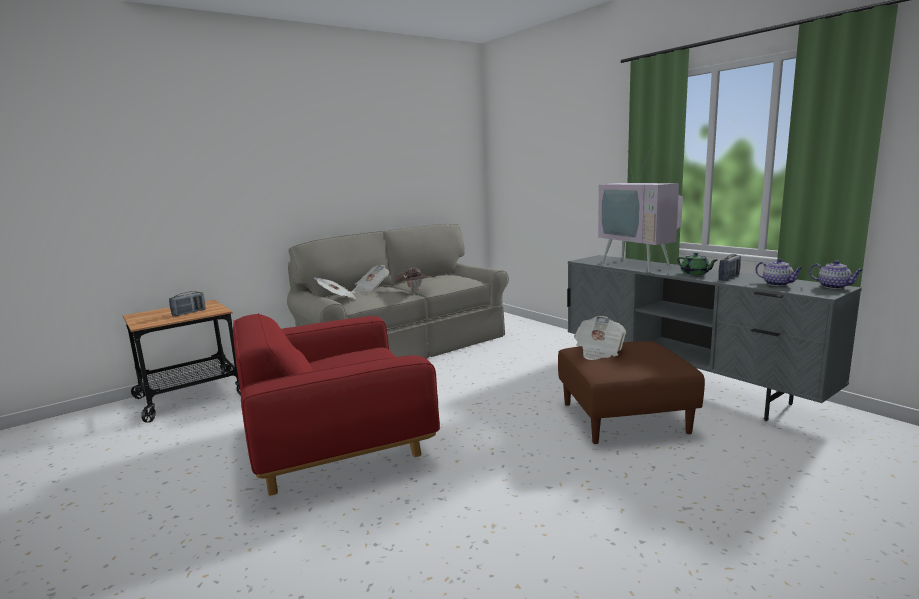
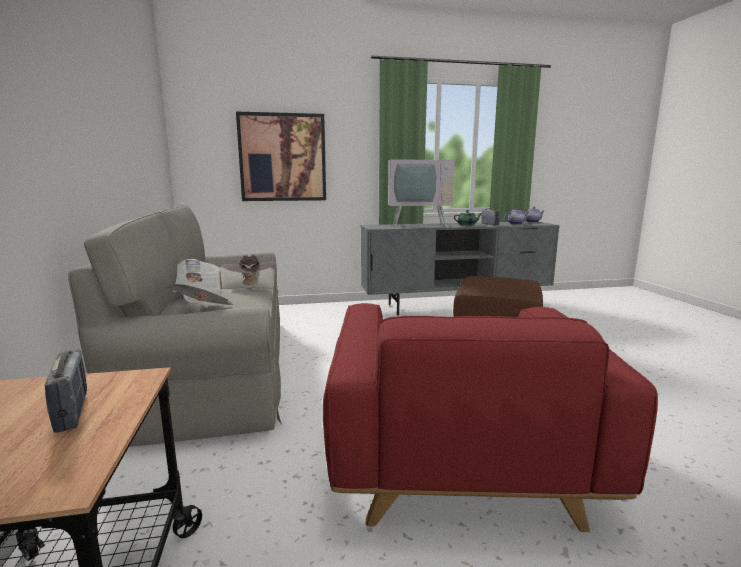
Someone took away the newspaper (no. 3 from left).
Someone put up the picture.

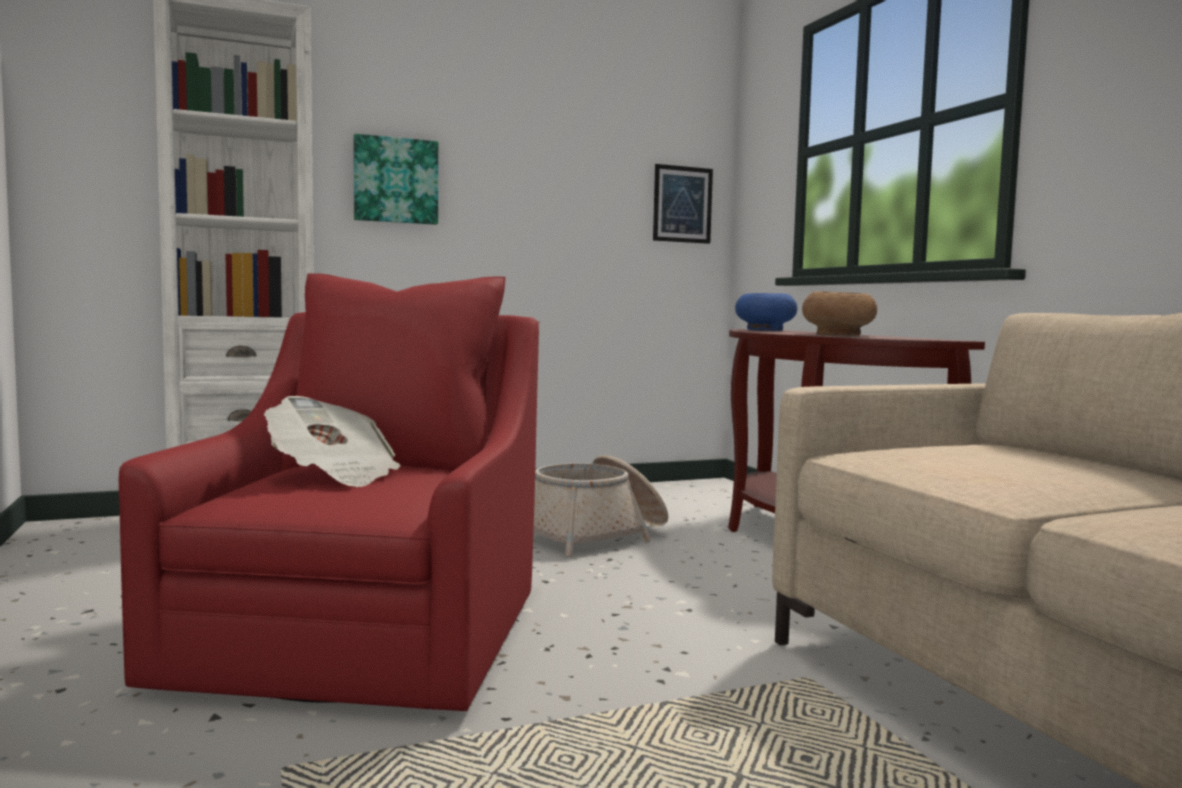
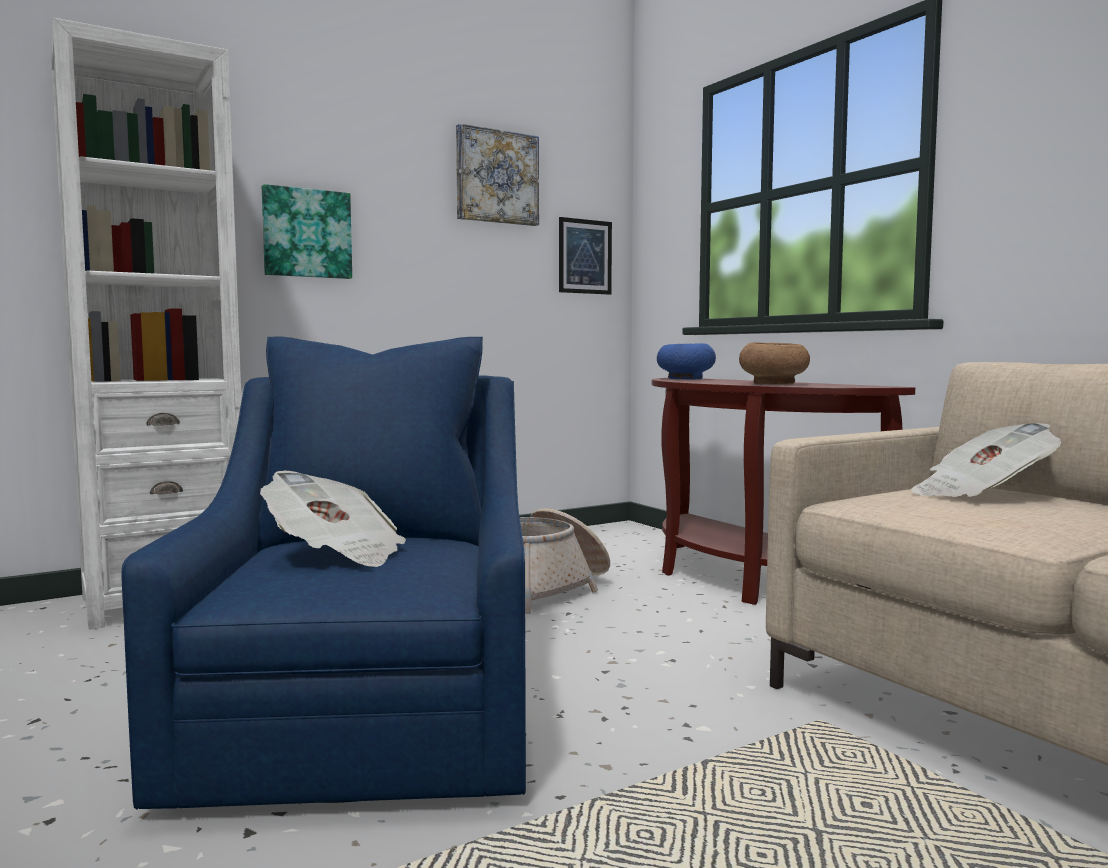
Someone put up the picture (no. 2 from left).
Someone put down the newspaper (no. 2 from left).
Someone repainted the armchair/red, which became the armchair/blue.

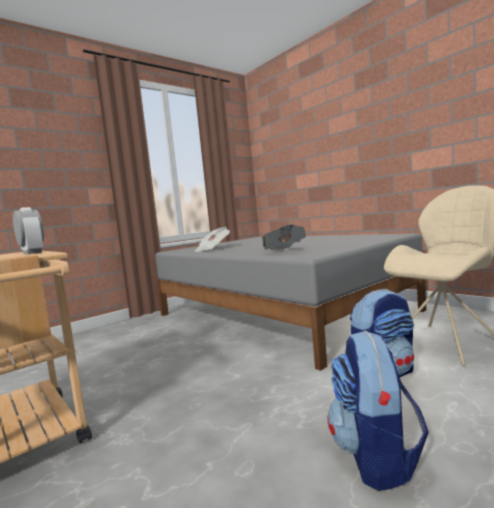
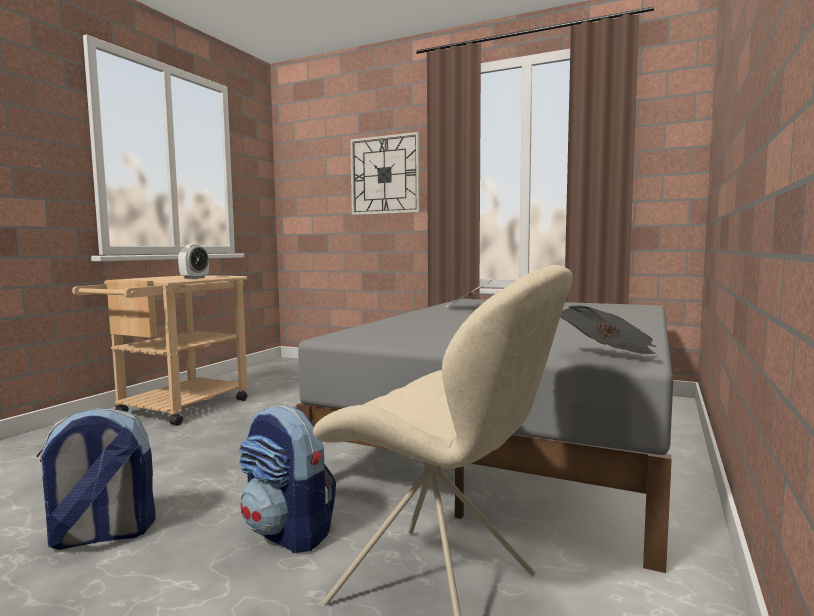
Someone put up the wall clock.
Someone carried the newspaper (no. 2 from left).

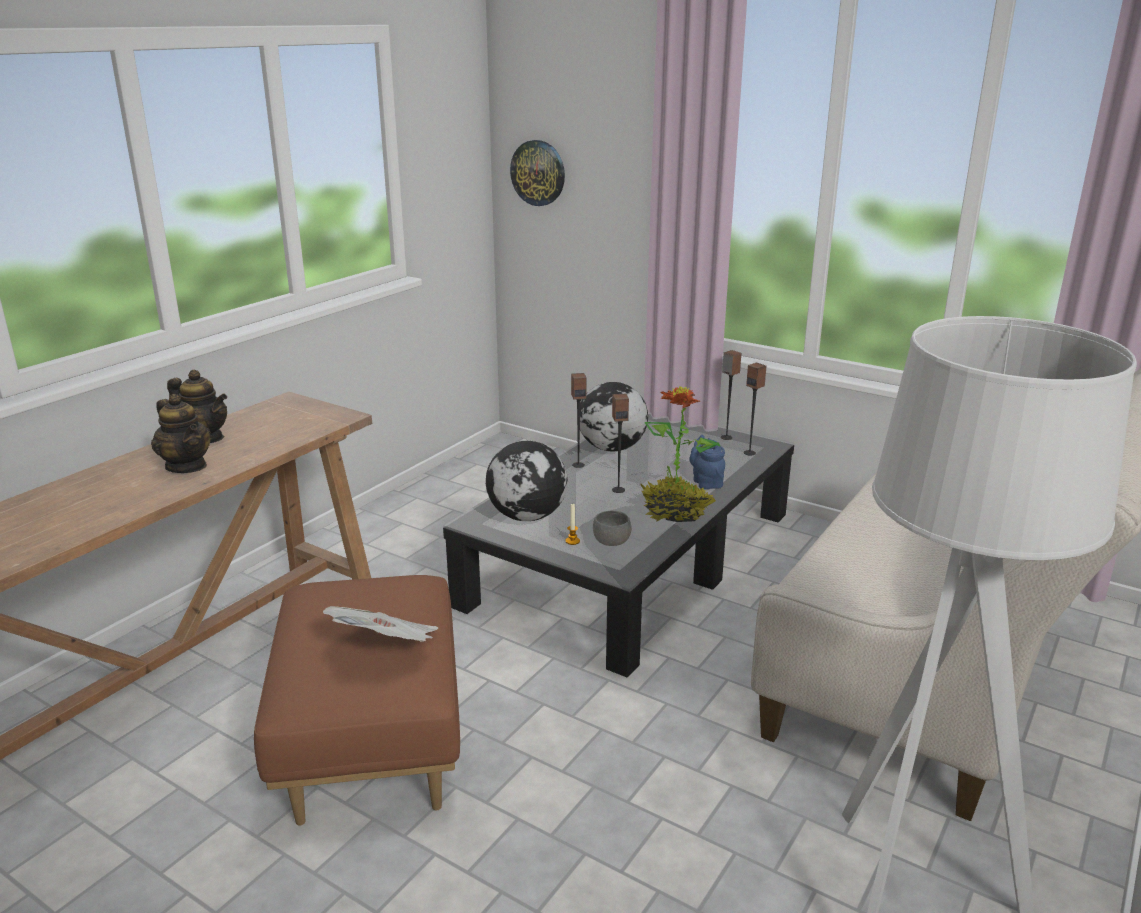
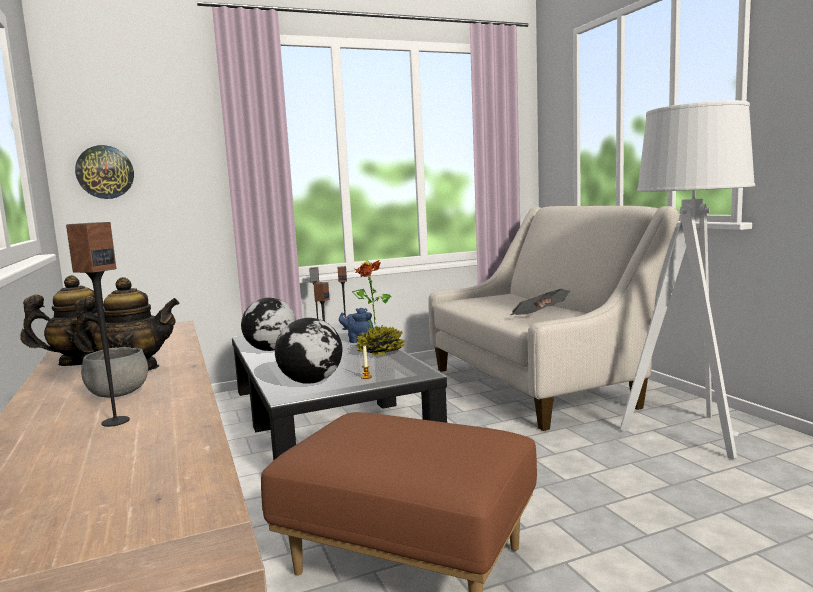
Someone carried the newspaper.
Someone carried the speaker (no. 1 from left).
Someone carried the bowl/grey.

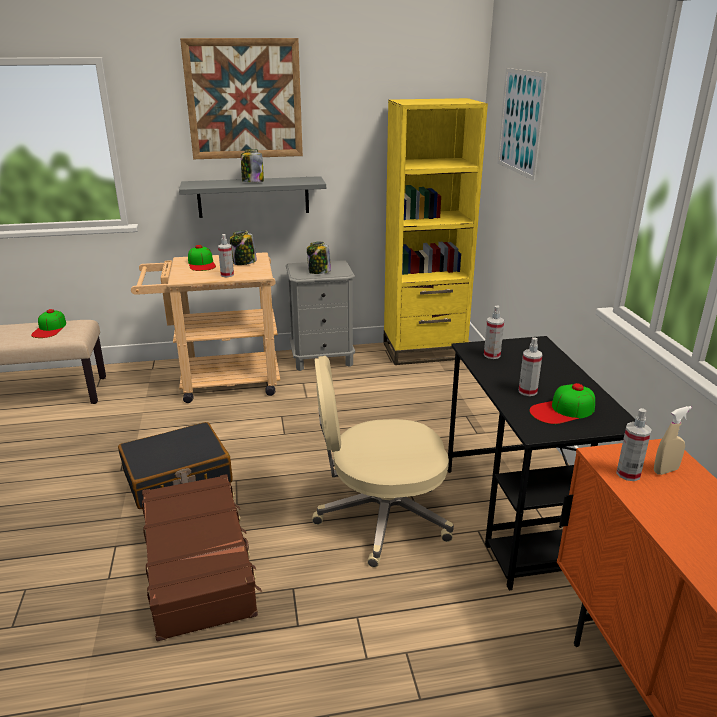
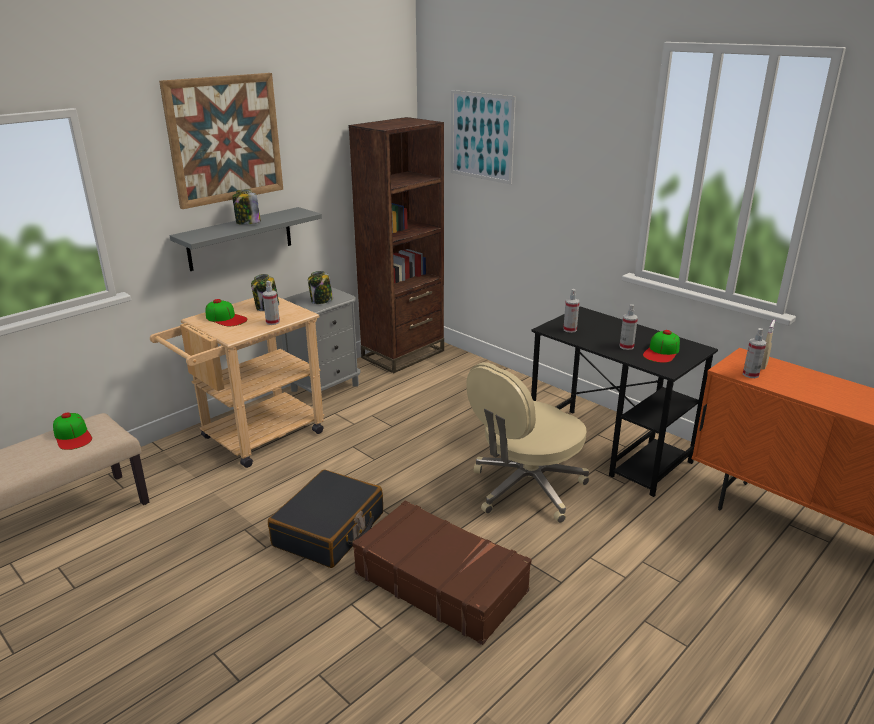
Someone repainted the bookcase/yellow, which became the bookcase/brown.

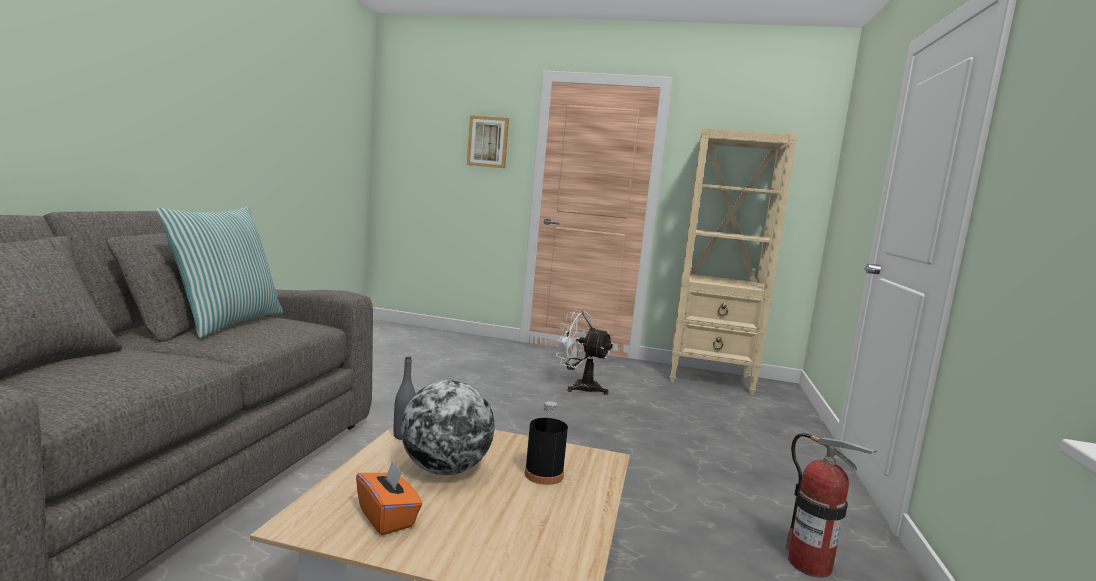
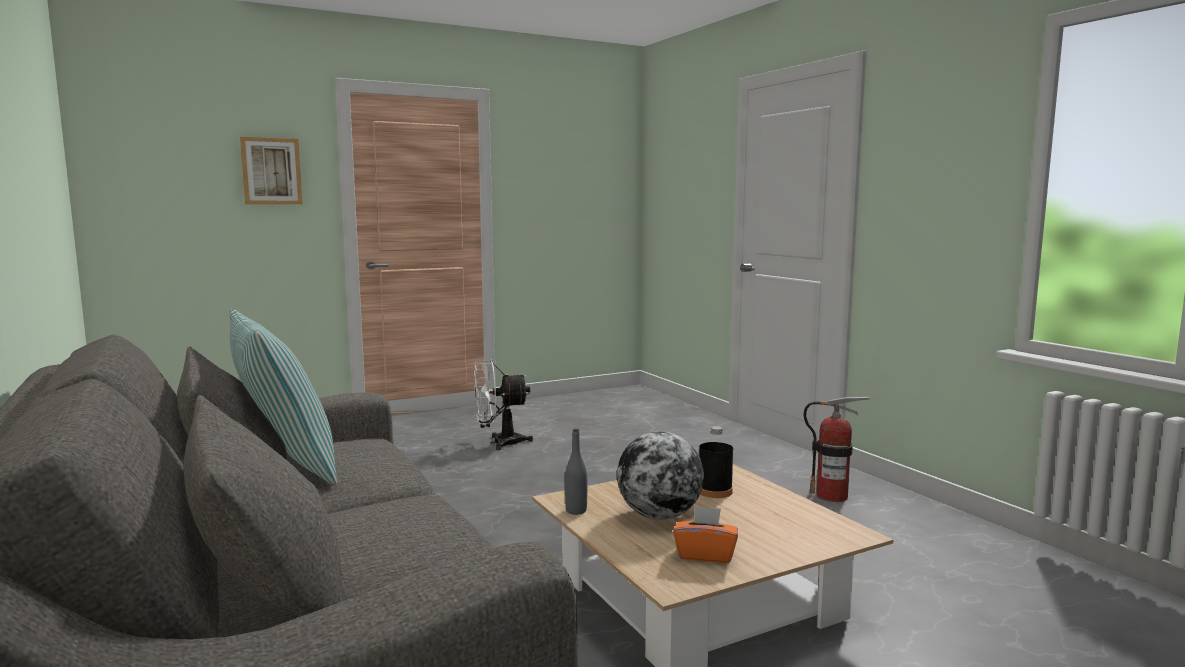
Someone took away the bookcase/beige.

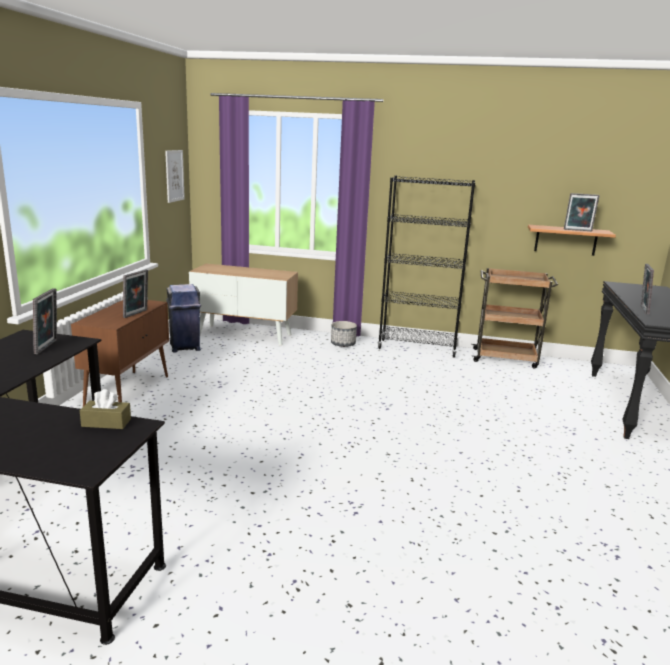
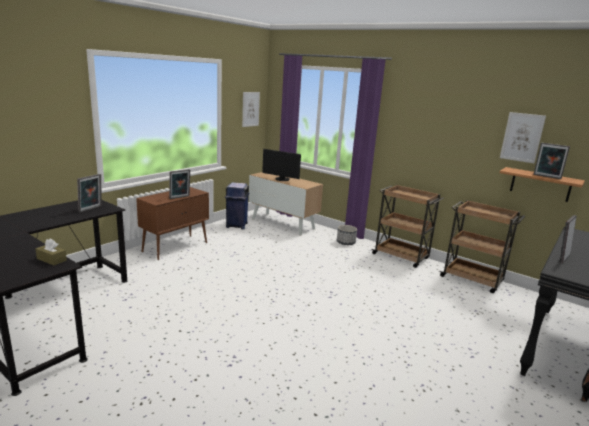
Someone put down the monitor.
Someone put up the picture (no. 2 from left).
Someone swapped the bookcase/black for the cart/brown (no. 1 from left).

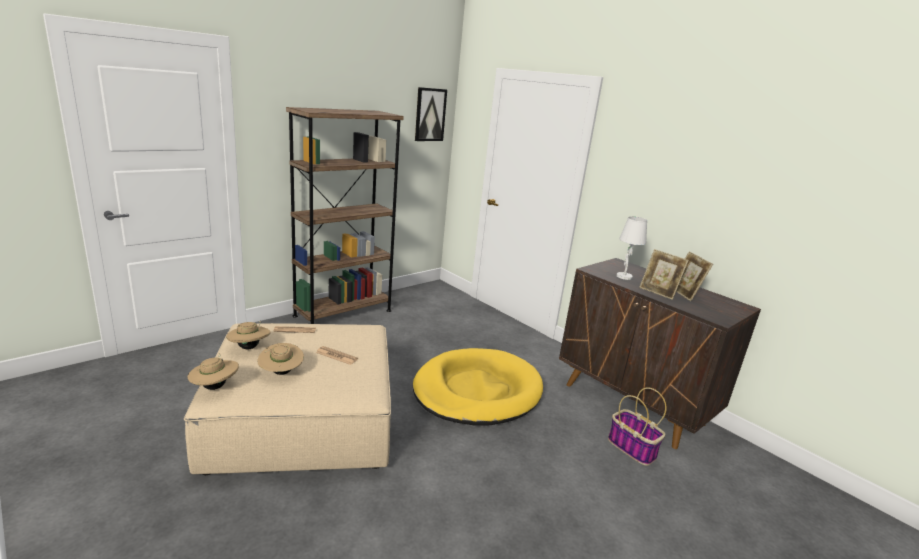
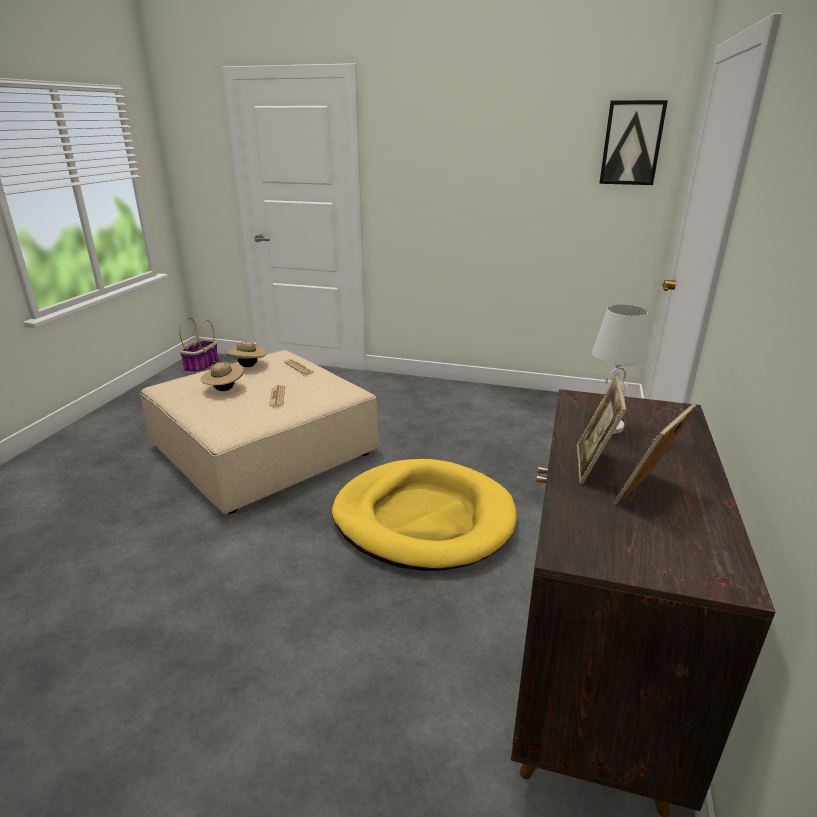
Someone took away the hat/beige (no. 1 from left).
Someone took away the bookcase/brown.
Someone carried the basket.

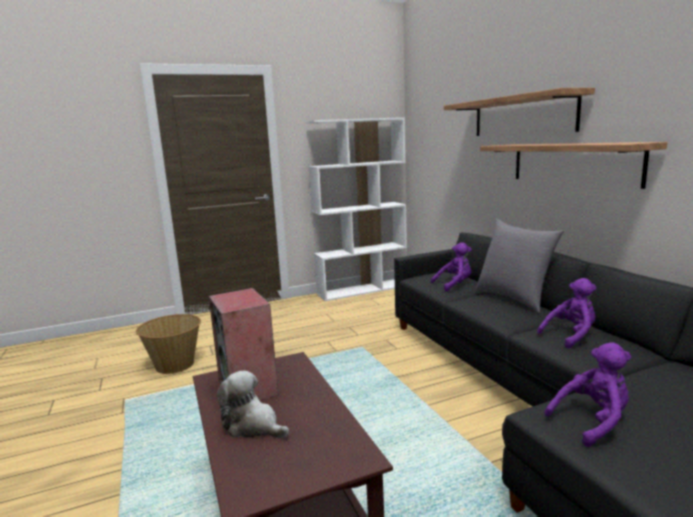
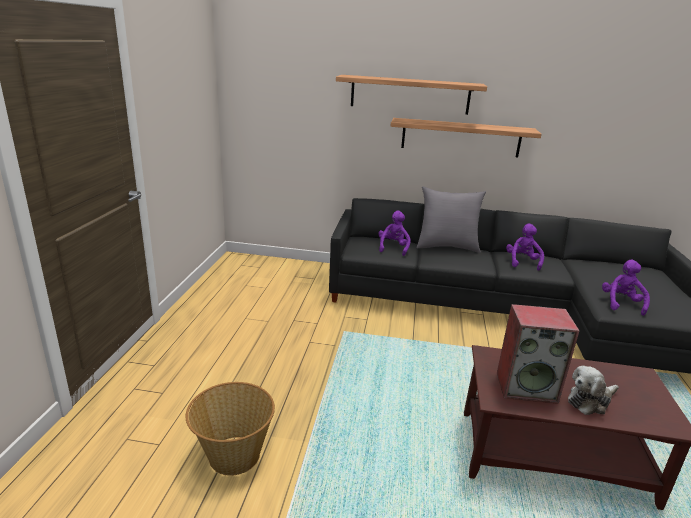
Someone took away the bookcase/white.

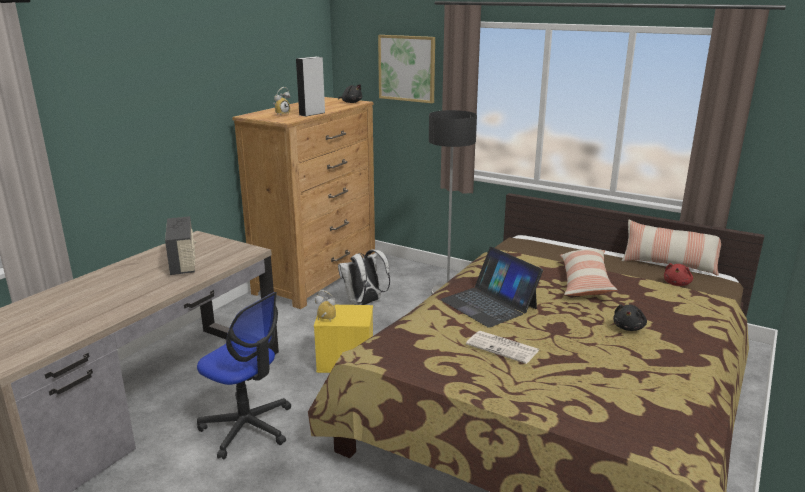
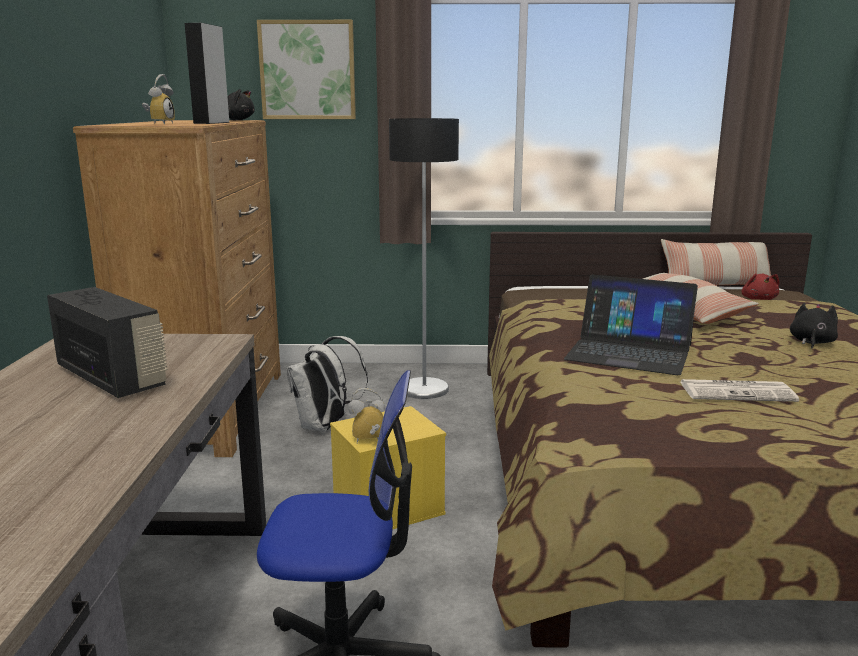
Someone rotated the plush toy/black (no. 2 from left) by 150 degrees counterclockwise.

